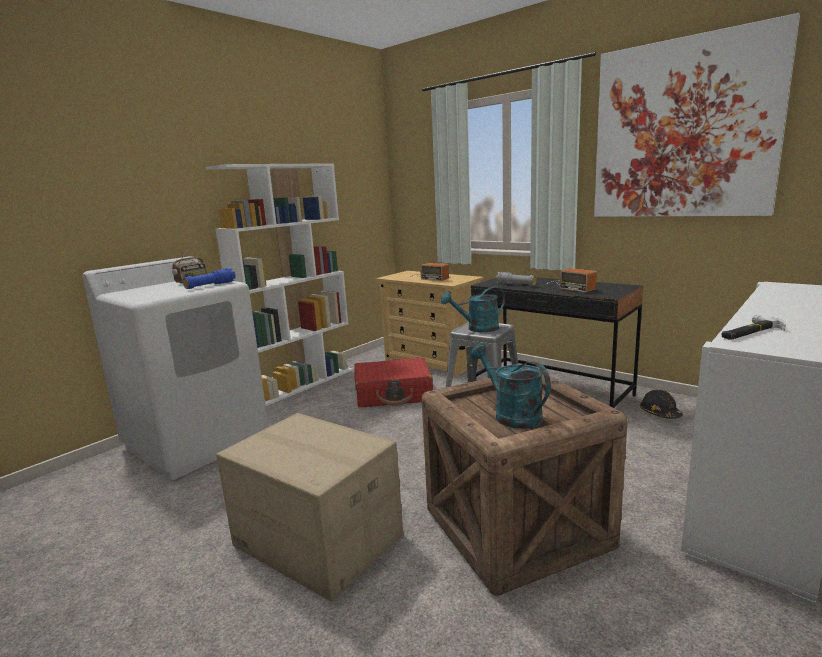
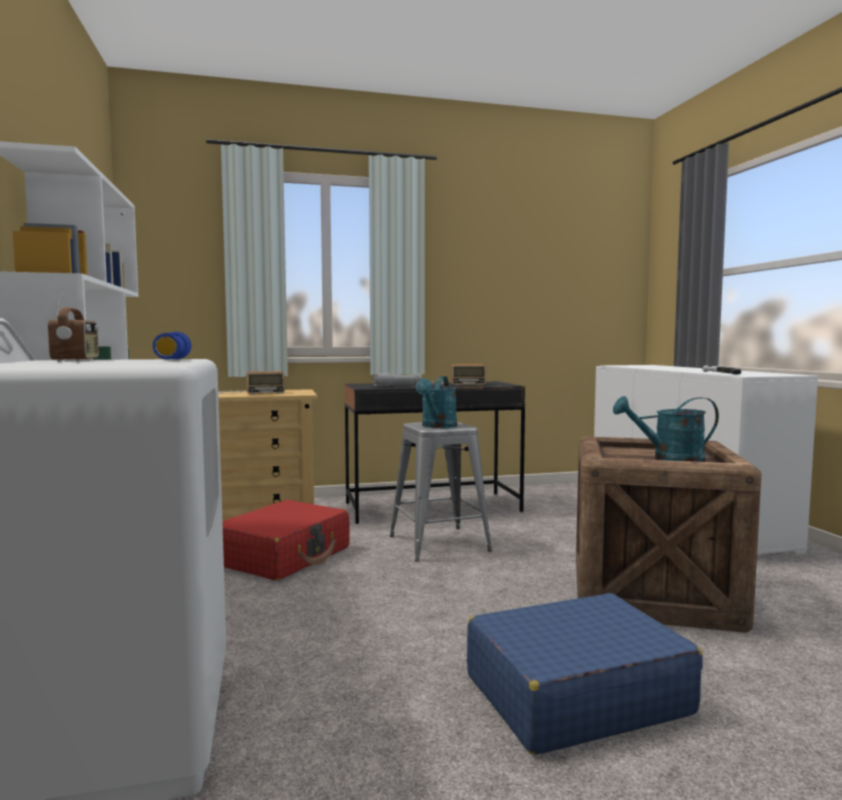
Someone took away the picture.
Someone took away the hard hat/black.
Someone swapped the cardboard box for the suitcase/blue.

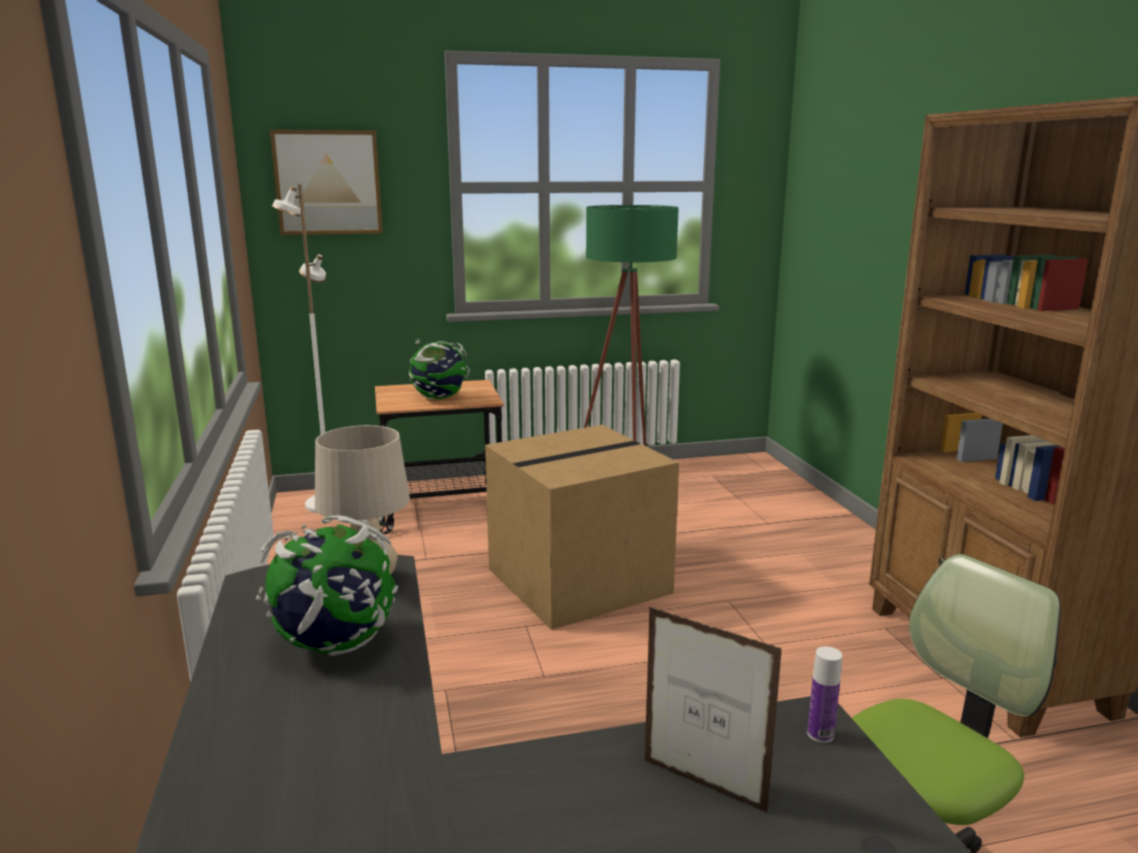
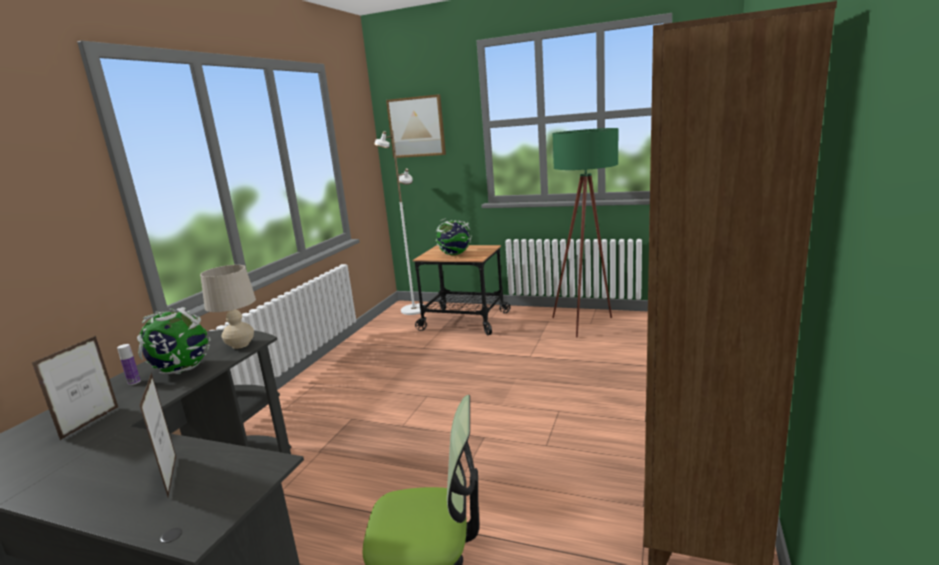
Someone took away the cardboard box.
Someone put down the picture frame (no. 1 from left).
Someone carried the bottle.

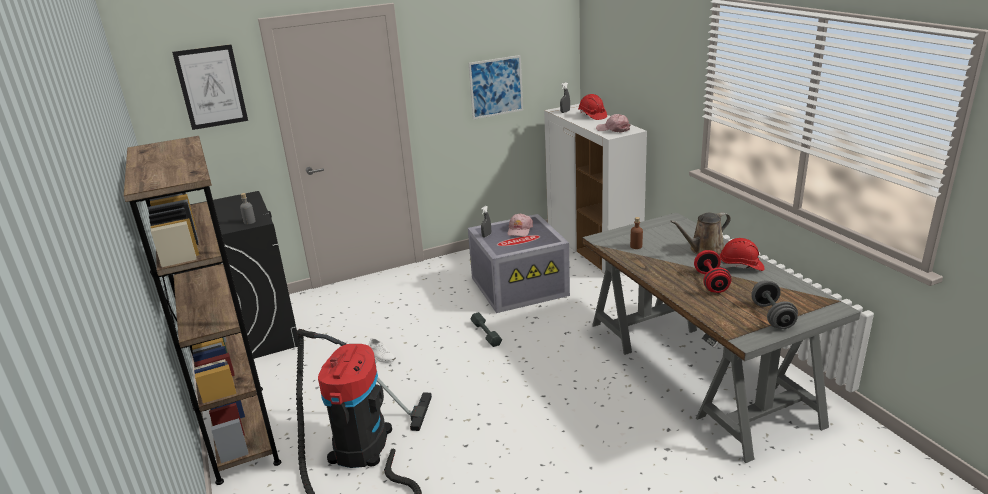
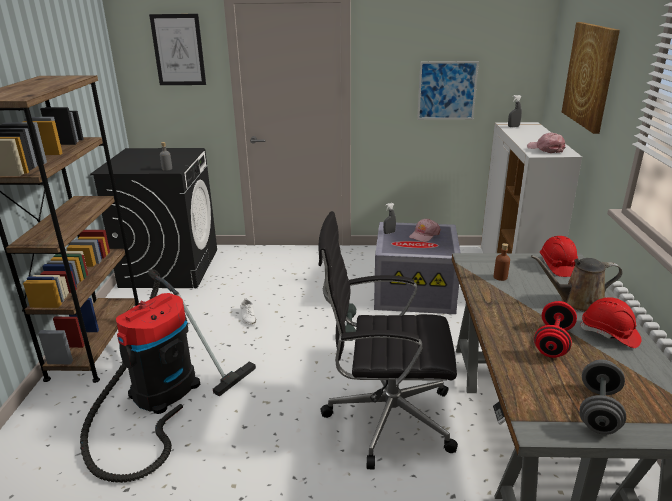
Someone put down the office chair/black.
Someone put up the picture (no. 3 from left).
Someone carried the hard hat/red (no. 1 from left).

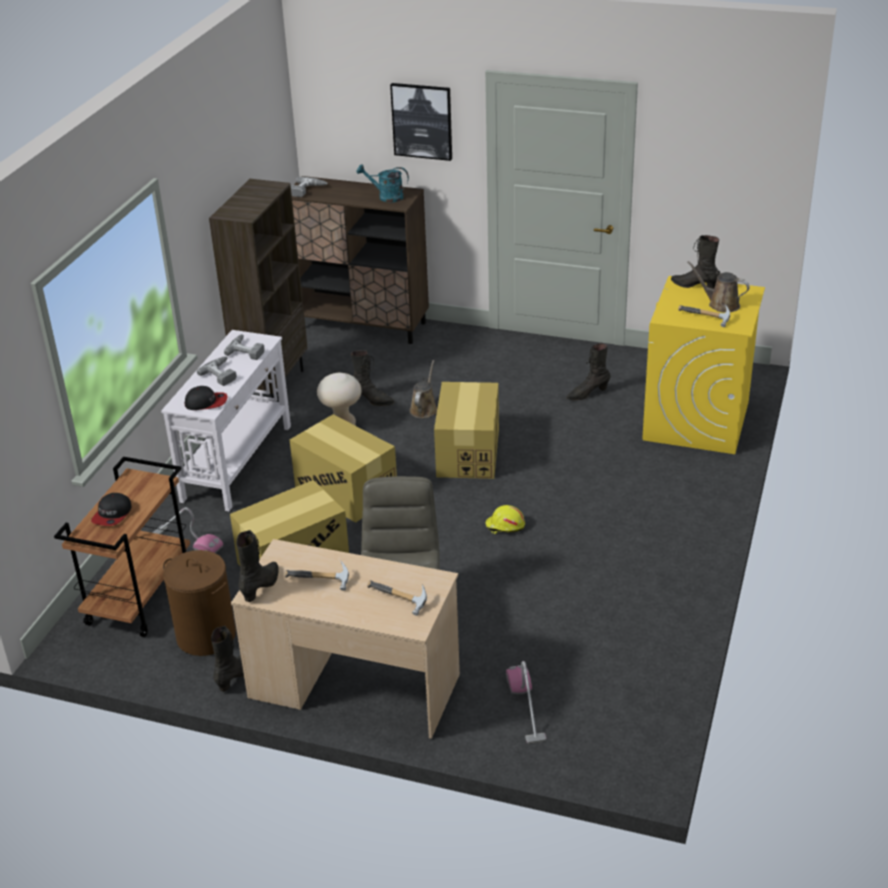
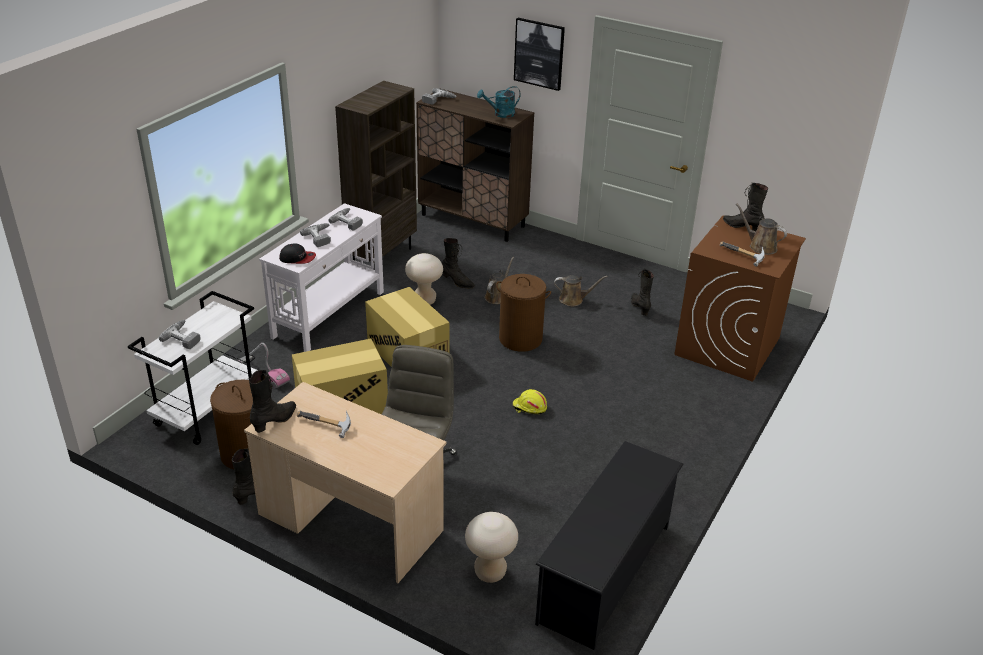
Someone took away the hammer (no. 2 from left).
Someone put down the shoe rack/black.
Someone put down the watering can/brown (no. 2 from left).
Someone swapped the cap (no. 1 from left) for the power drill (no. 1 from left).
Someone swapped the cardboard box (no. 3 from left) for the laundry basket/brown (no. 2 from left).
Someone swapped the vacuum cleaner (no. 2 from left) for the stool/beige (no. 2 from left).
Someone repainted the cart/brown, which became the cart/white.
Someone repainted the washing machine/yellow, which became the washing machine/brown.
Someone rotated the watering can/turquoise by 45 degrees counterclockwise.
Someone rotated the boot/black (no. 4 from left) by 90 degrees clockwise.

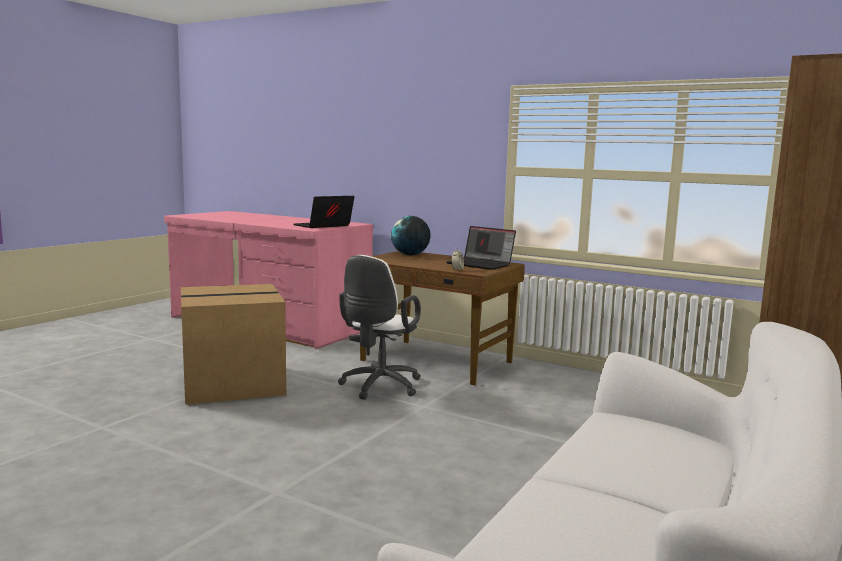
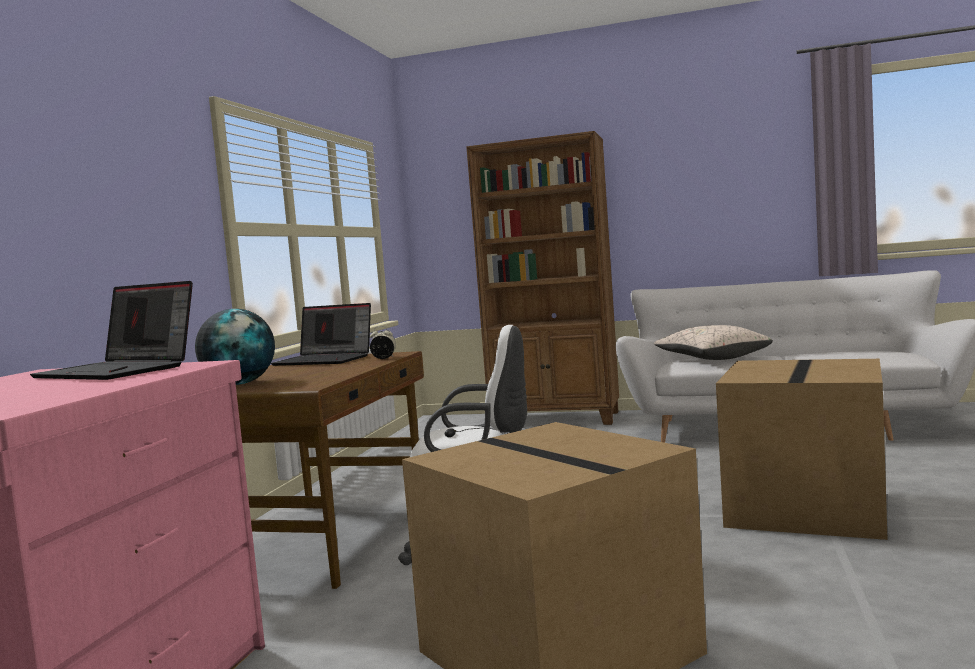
Someone put down the pillow/beige.
Someone put down the cardboard box (no. 2 from left).
Someone rotated the laptop (no. 2 from left) by 90 degrees clockwise.

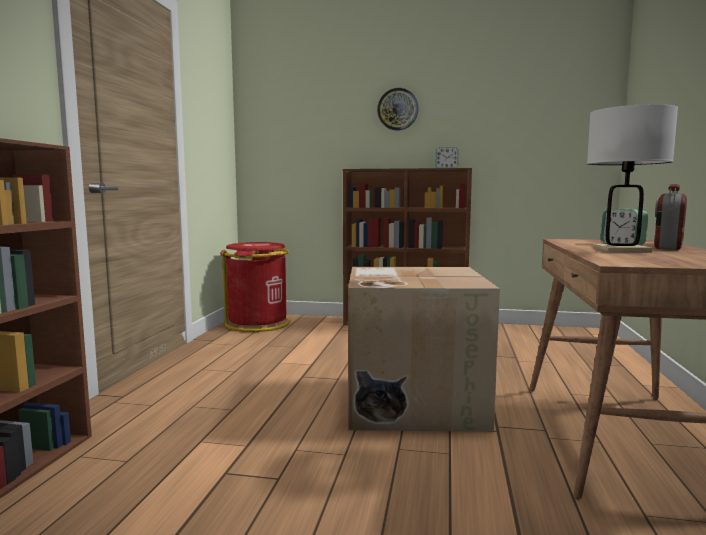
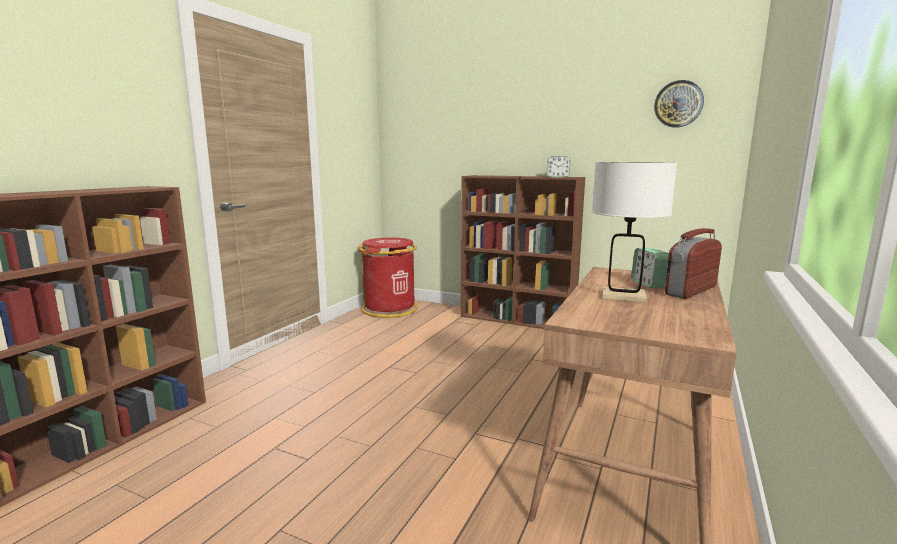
Someone took away the cardboard box.
Someone carried the wall clock.

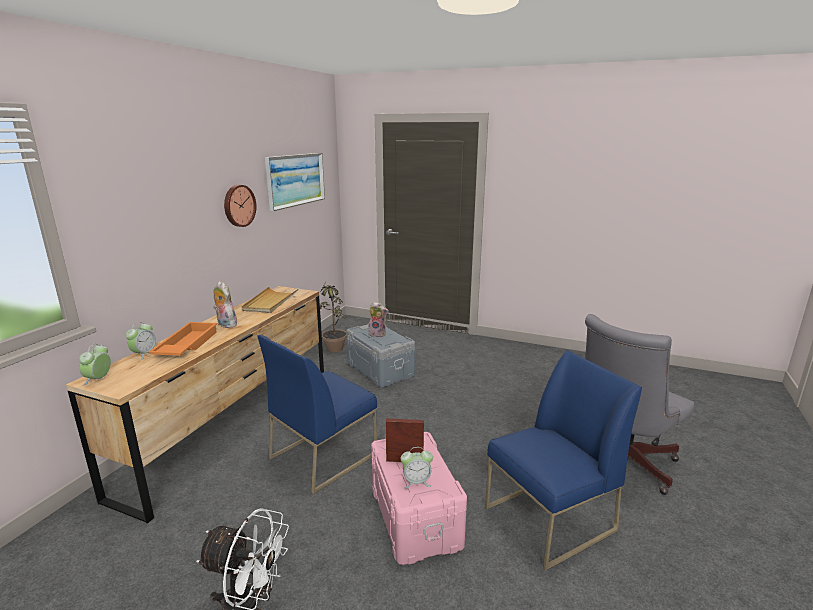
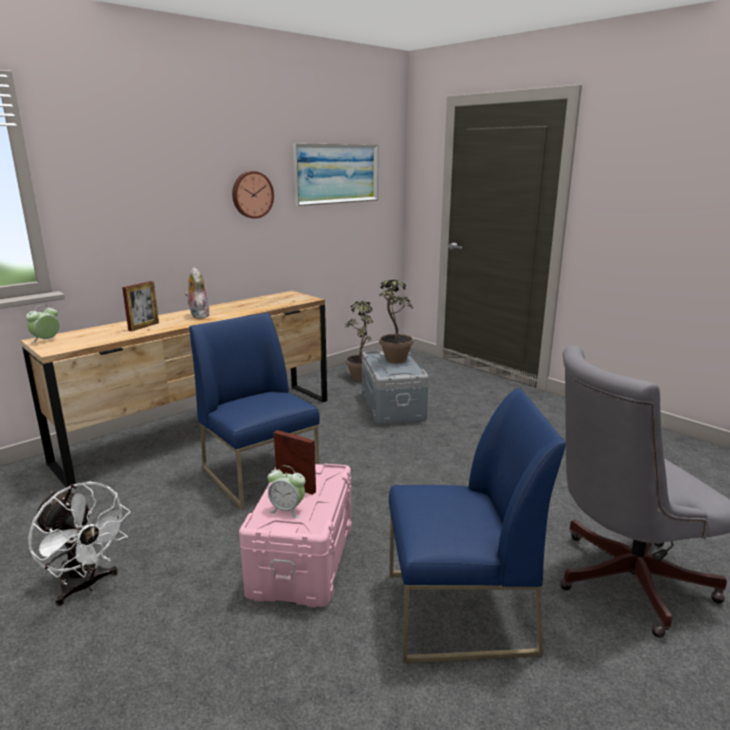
Someone took away the alarm clock (no. 2 from left).
Someone took away the tray/beige.
Someone swapped the tray/orange for the picture frame (no. 1 from left).
Someone swapped the plush toy (no. 2 from left) for the potted plant (no. 2 from left).
Someone rotated the chair/blue (no. 1 from left) by 75 degrees clockwise.

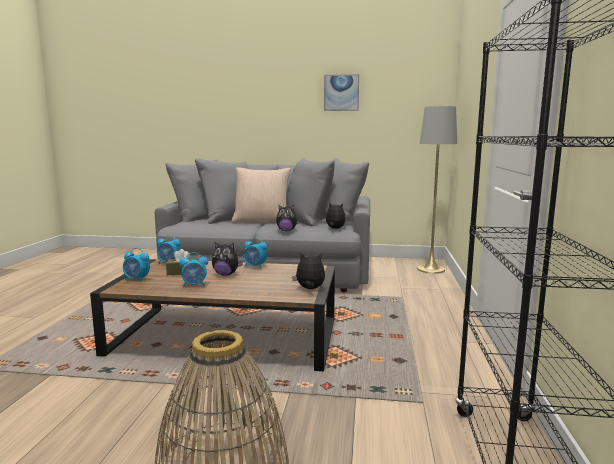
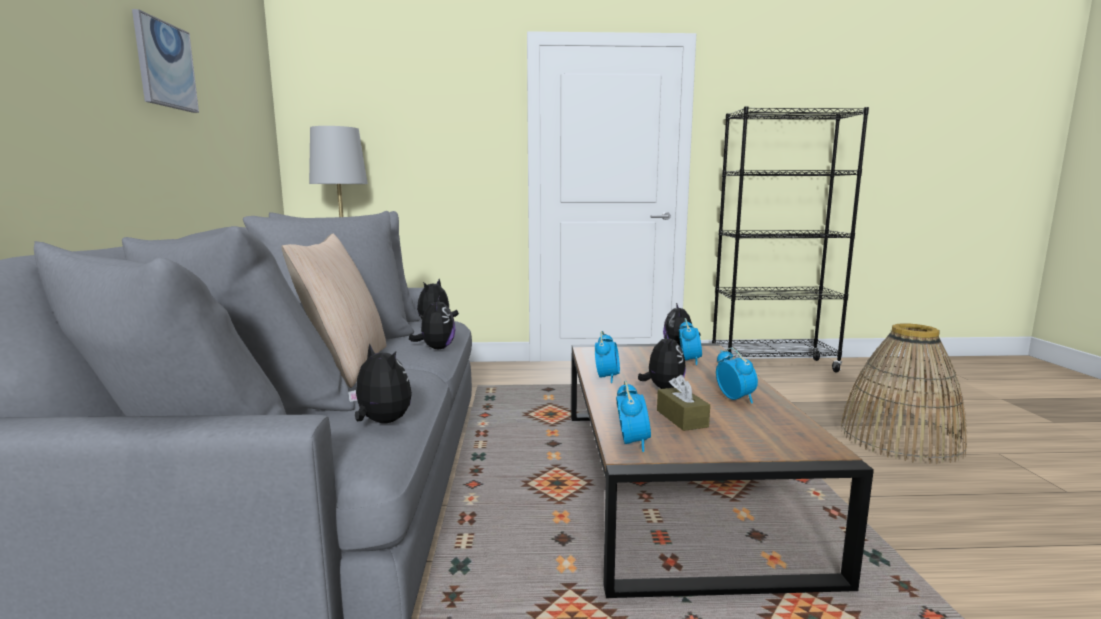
Someone put down the plush toy (no. 1 from left).
Someone carried the alarm clock (no. 1 from left in the first image).

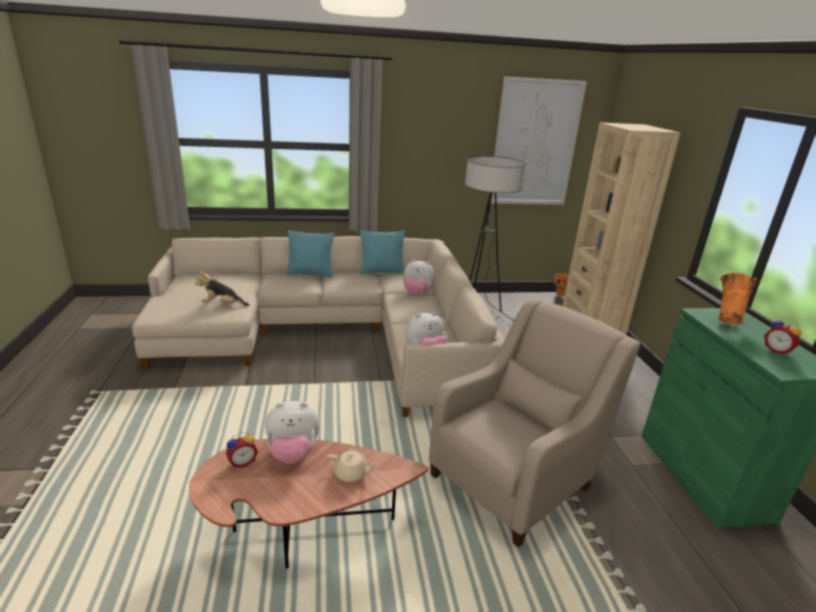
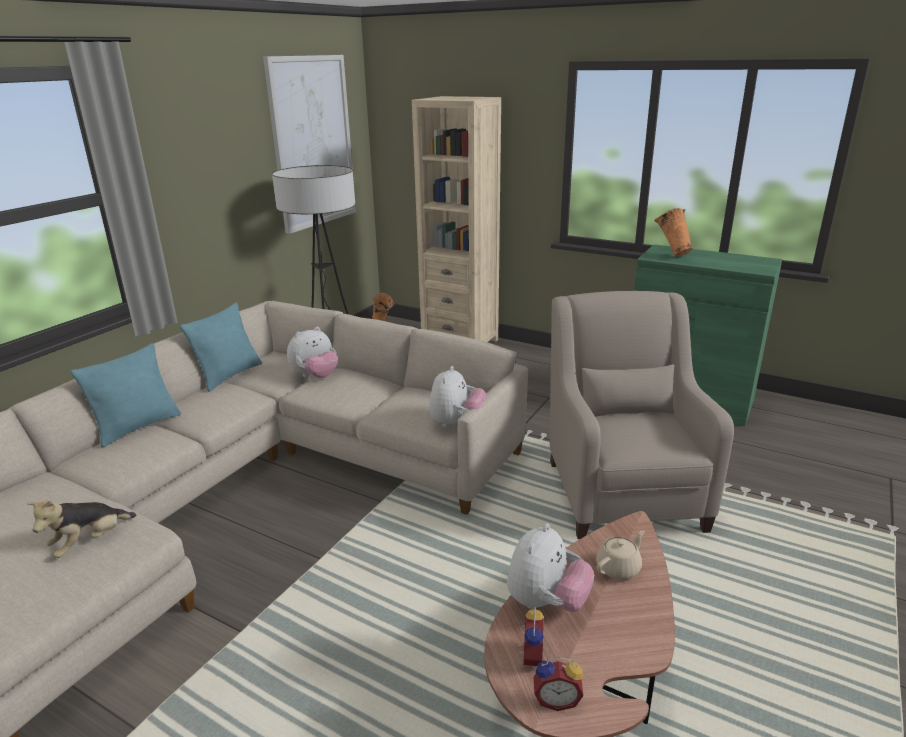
Someone carried the alarm clock (no. 2 from left).

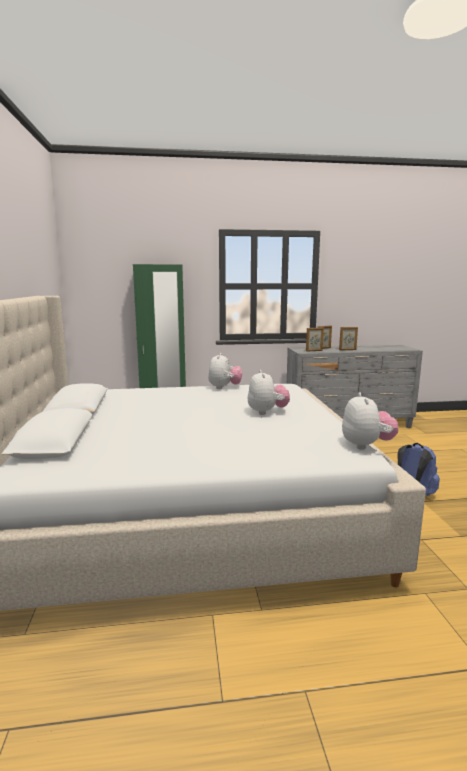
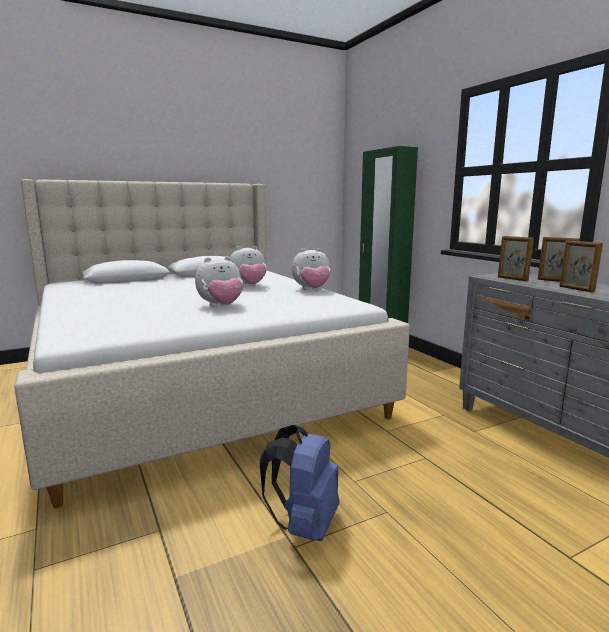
Someone carried the plush toy (no. 3 from left in the first image).

